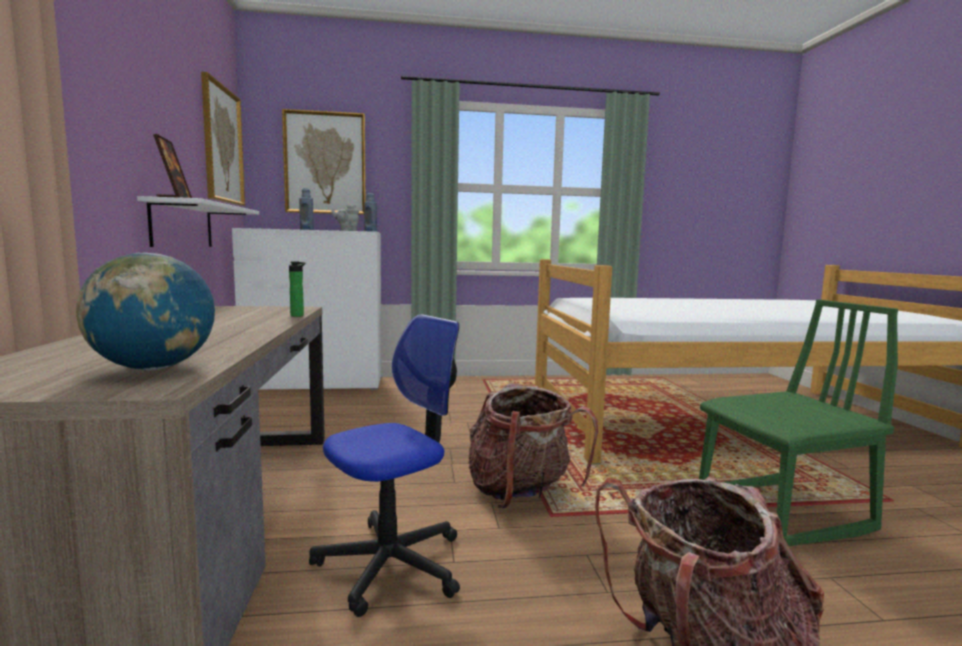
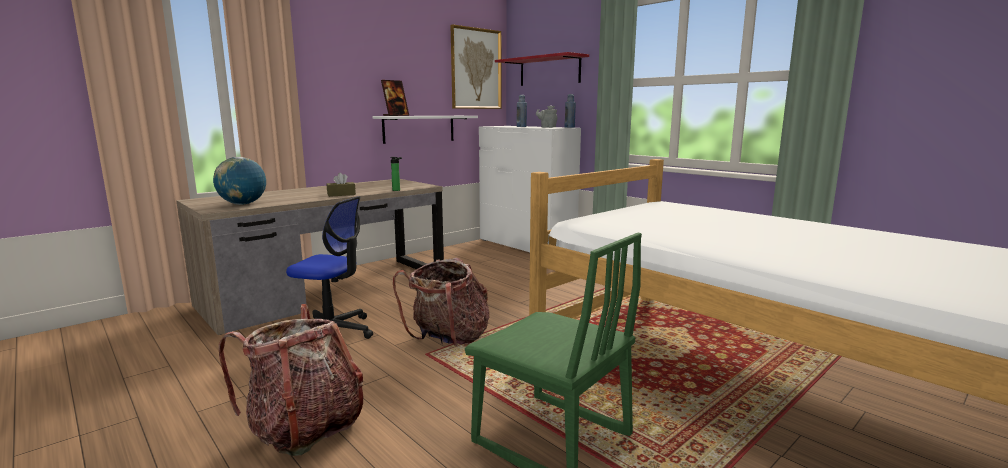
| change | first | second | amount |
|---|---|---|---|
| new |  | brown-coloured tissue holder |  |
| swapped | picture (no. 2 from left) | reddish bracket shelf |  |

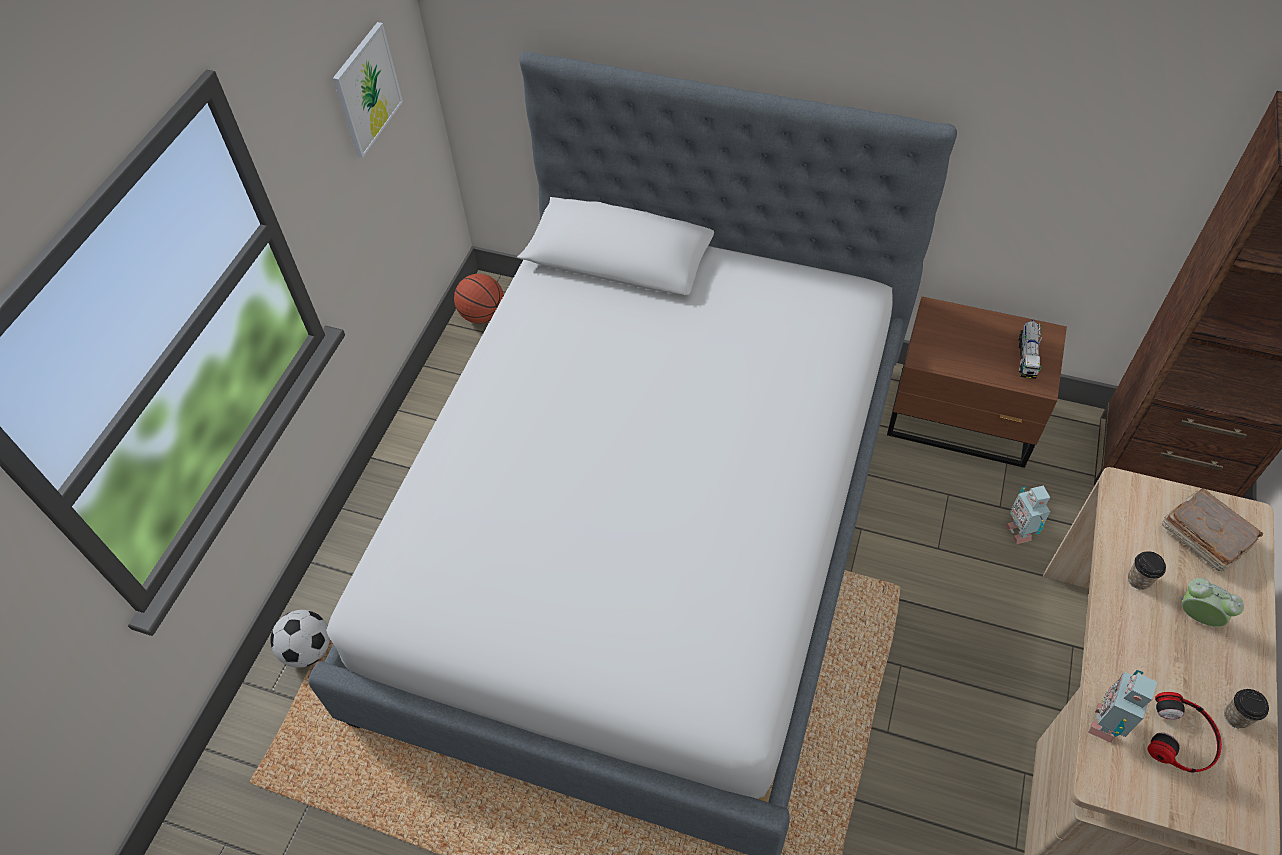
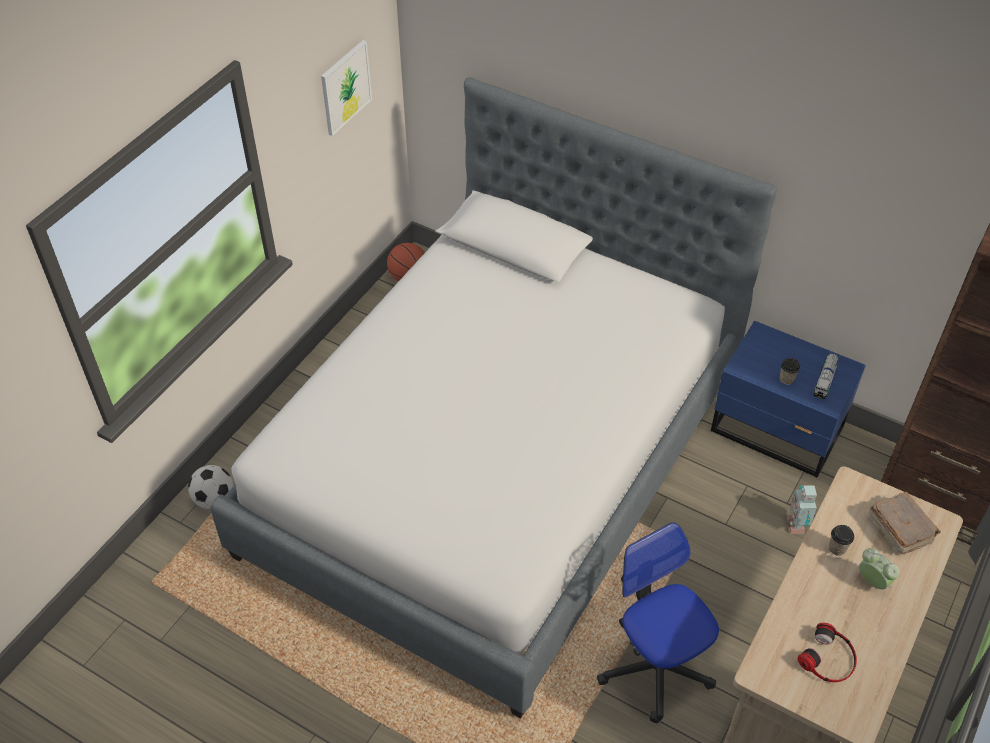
| change | first | second | amount |
|---|---|---|---|
| gone | model robot (no. 2 from left) |  |  |
| new |  | desk chair |  |
| shifted | drinking cup (no. 2 from left in the first image) | drinking cup (no. 1 from left) |  |
| repainted | brown-coloured night table | blue-coloured night table |  |

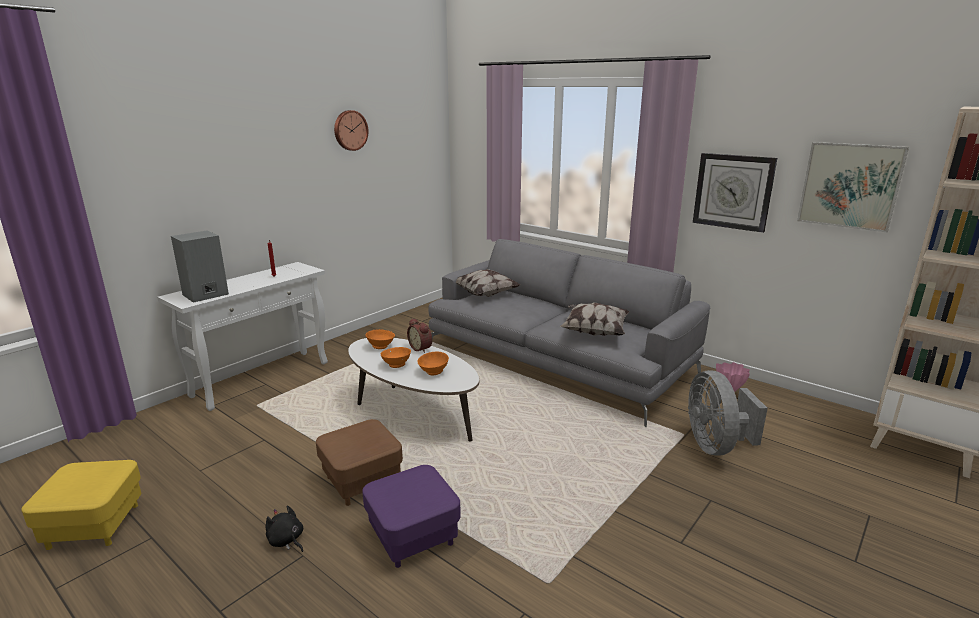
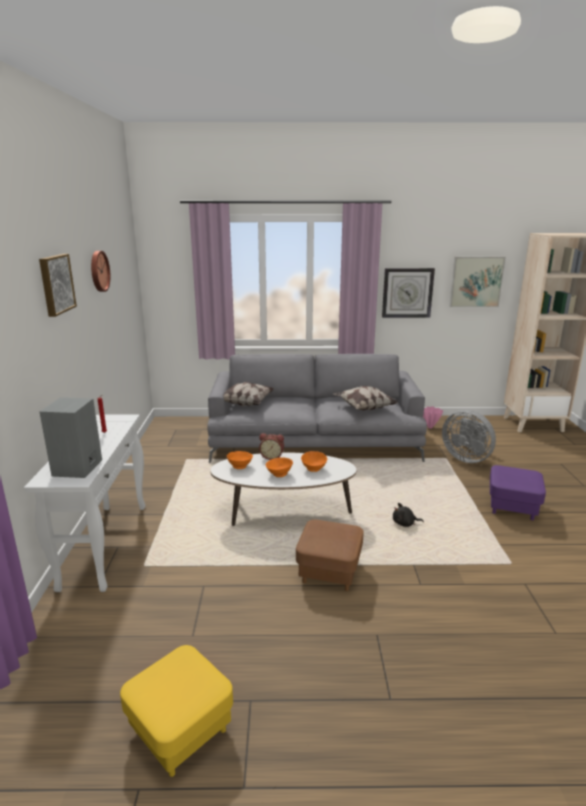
| change | first | second | amount |
|---|---|---|---|
| new |  | picture (no. 1 from left) |  |
| shifted | black cuddly toy |  |  |
| shifted | purplish pouffe |  |  |

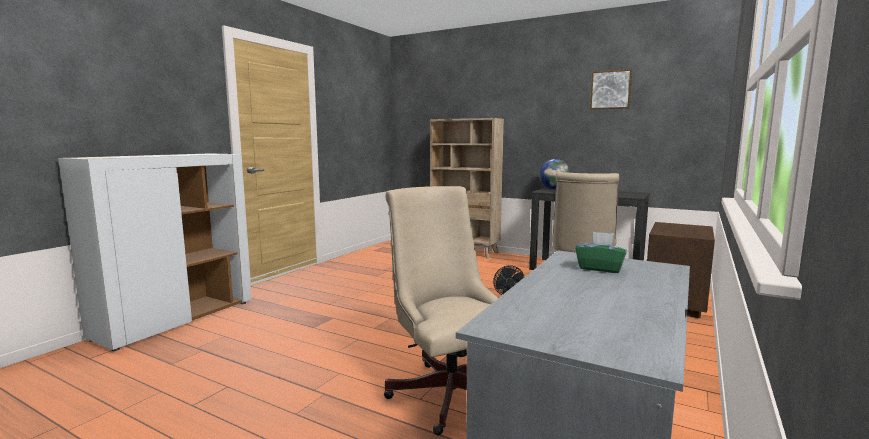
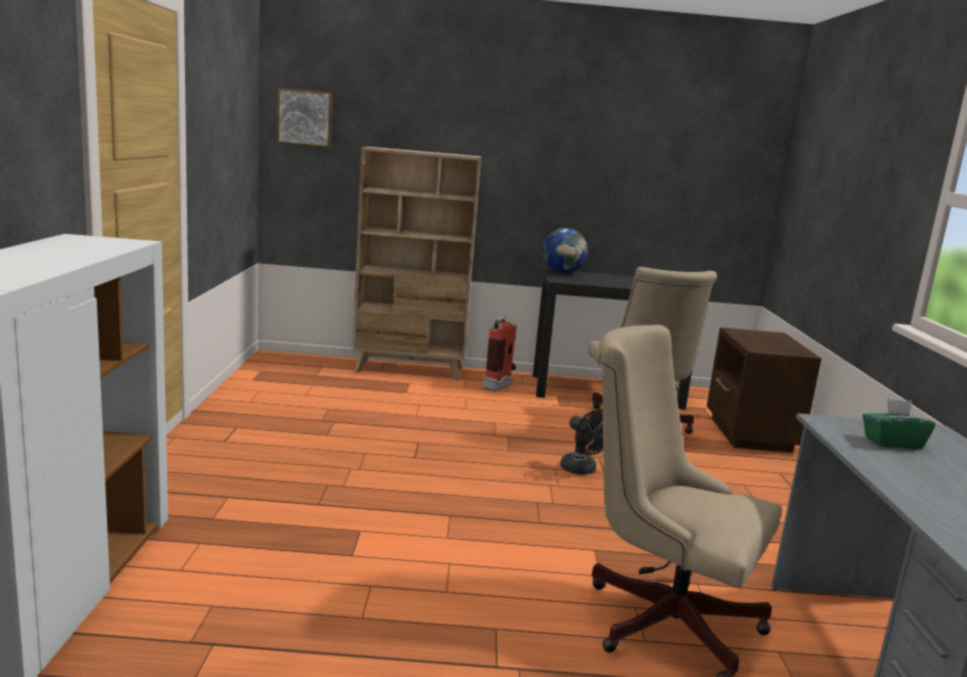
| change | first | second | amount |
|---|---|---|---|
| new |  | fire-fighting cylinder |  |
| shifted | picture |  |  |

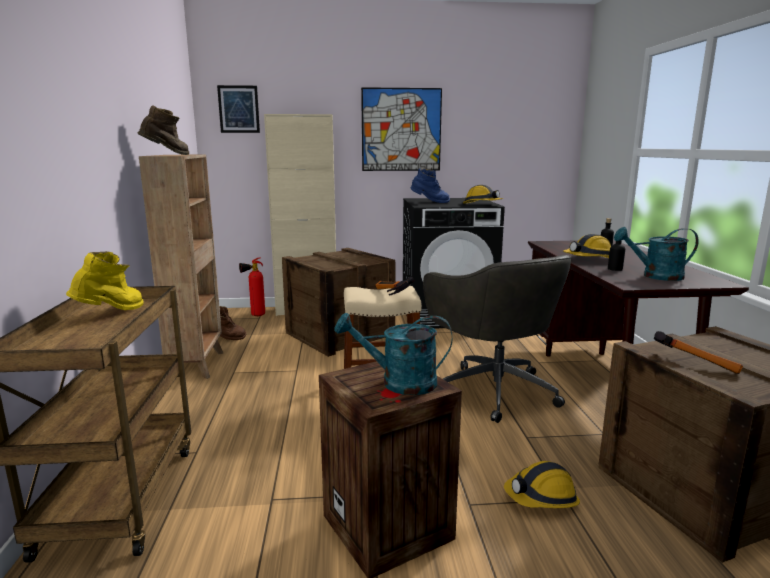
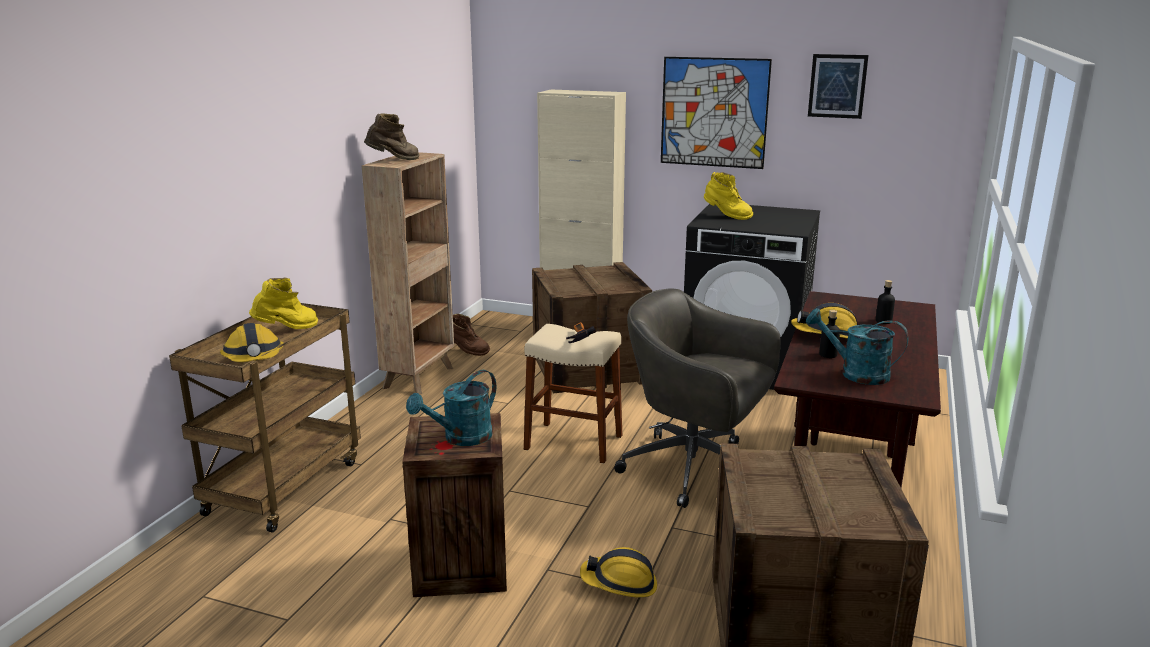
| change | first | second | amount |
|---|---|---|---|
| gone | fire-fighting cylinder |  |  |
| gone | tool hammer (no. 2 from left) |  |  |
| shifted | picture (no. 1 from left in the first image) | picture (no. 2 from left) |  |
| shifted | safety helmet (no. 1 from left) |  |  |
| repainted | blue-coloured boot | yellowish boot (no. 2 from left) |  |
| rotated | turquoise-coloured watering can (no. 1 from left) |  | 75 degrees counterclockwise |
| rotated | gray desk chair |  | 120 degrees clockwise |

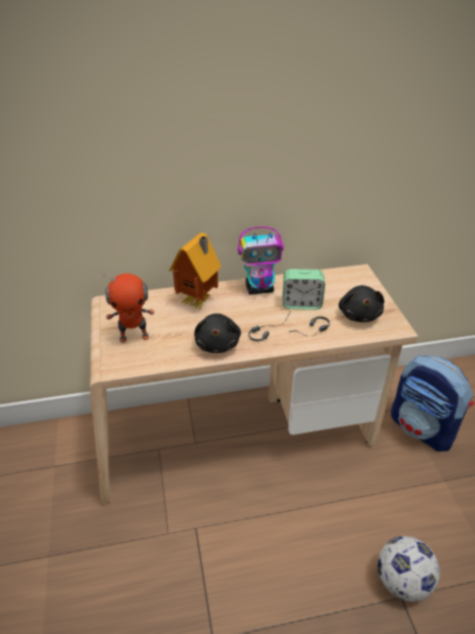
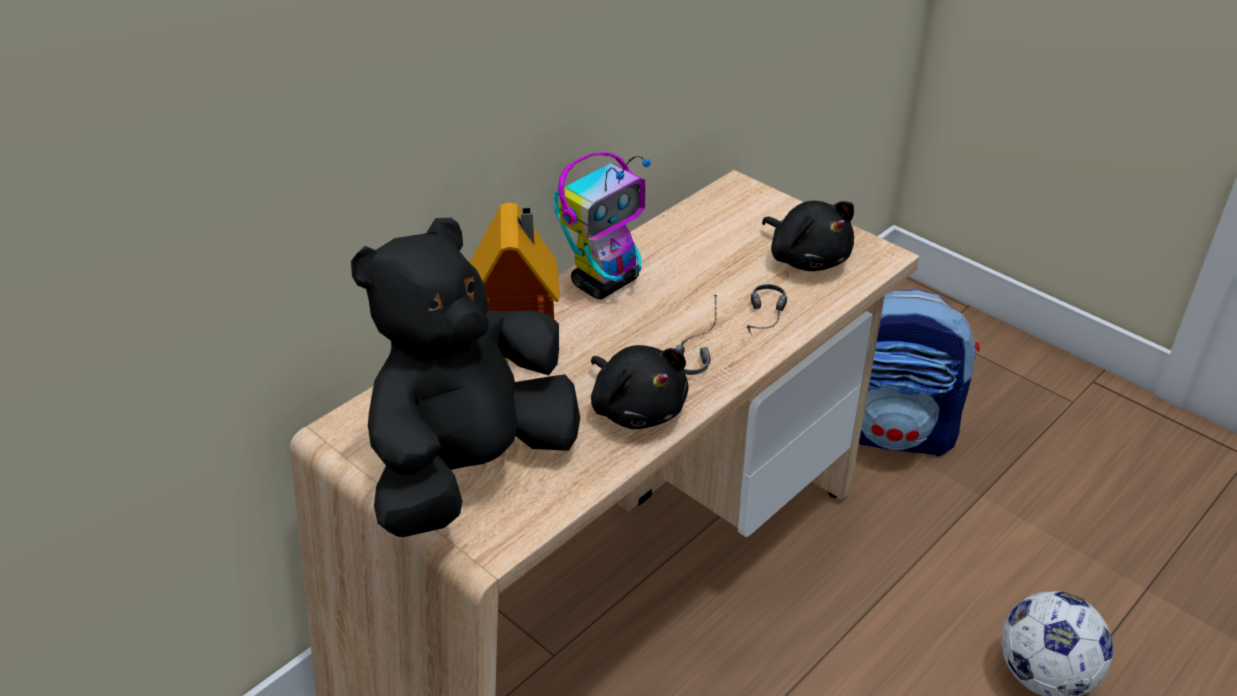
| change | first | second | amount |
|---|---|---|---|
| gone | alarm clock |  |  |
| swapped | model robot (no. 1 from left) | black cuddly toy (no. 1 from left) |  |

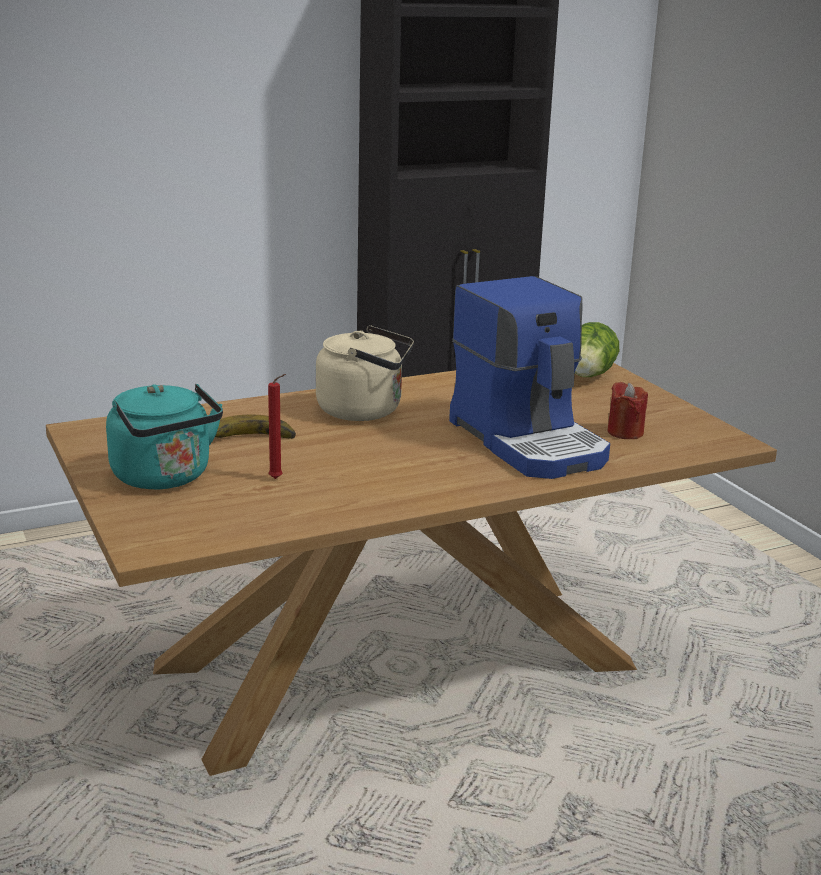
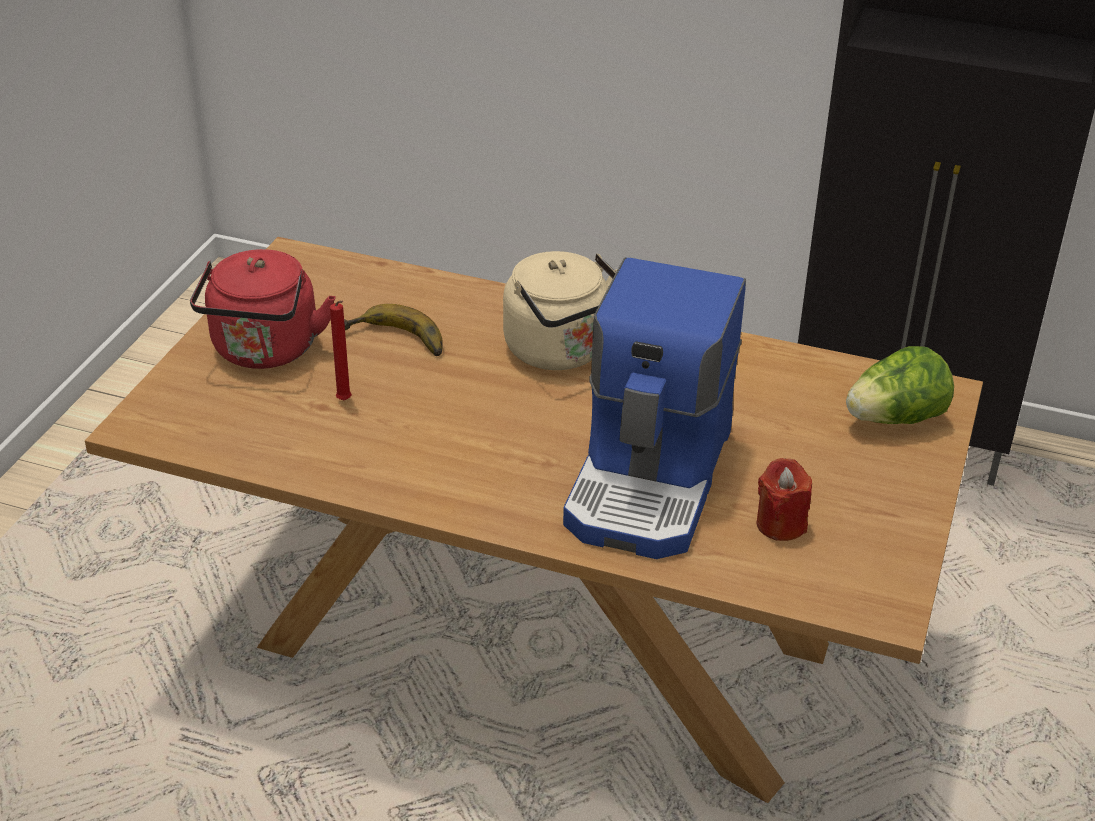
| change | first | second | amount |
|---|---|---|---|
| repainted | turquoise-coloured kettle | reddish kettle |  |

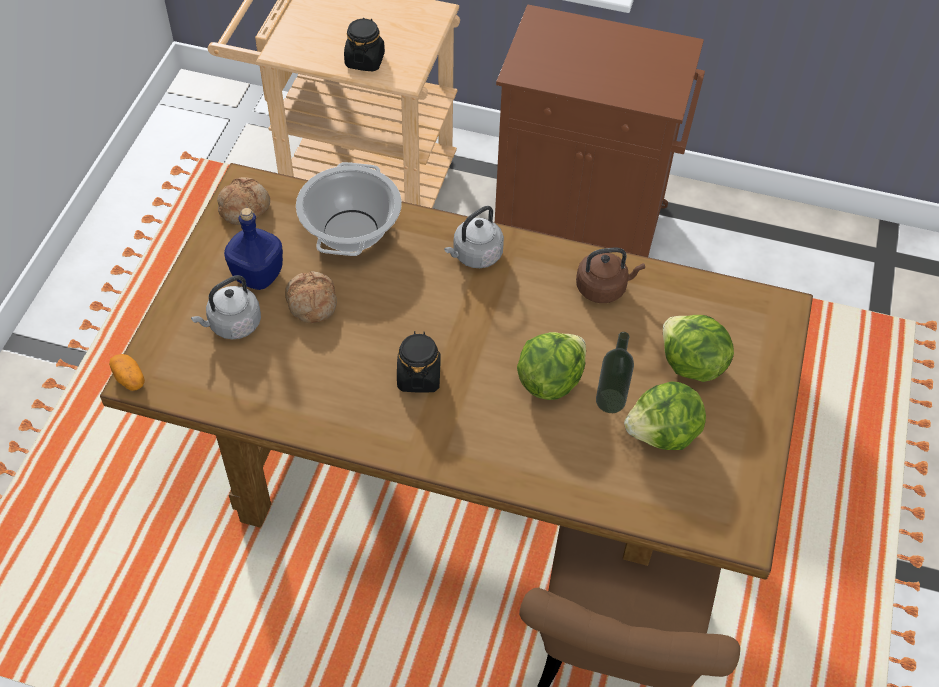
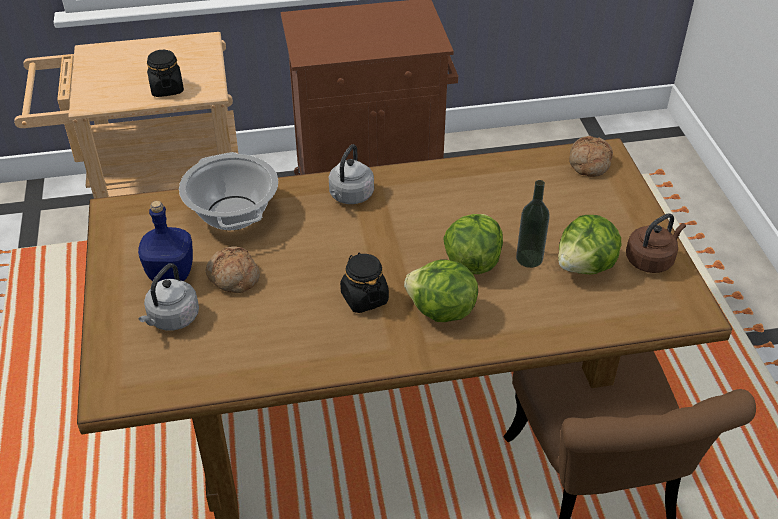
| change | first | second | amount |
|---|---|---|---|
| gone | whole potato |  |  |
| shifted | bread (no. 1 from left in the first image) | bread (no. 2 from left) |  |
| shifted | brown-coloured kettle |  |  |
| shifted | lettuce head (no. 3 from left in the first image) | lettuce head (no. 1 from left) |  |

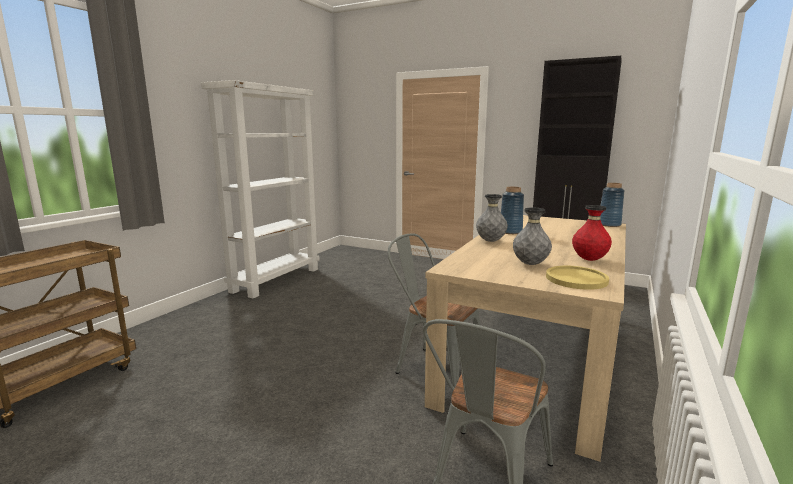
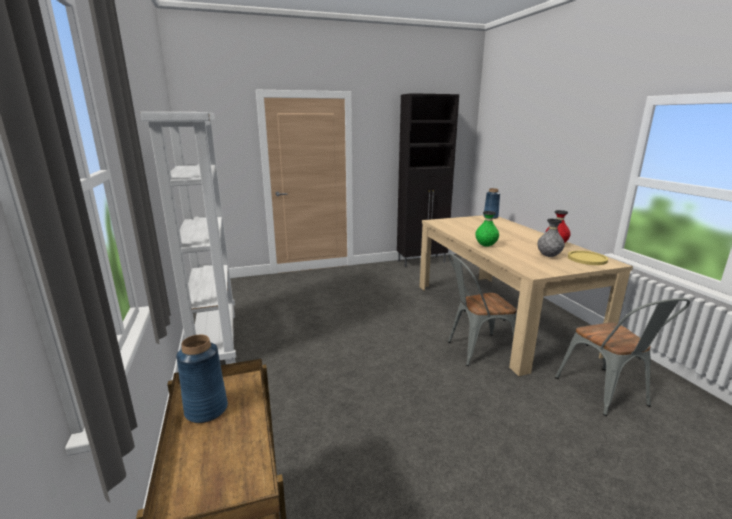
| change | first | second | amount |
|---|---|---|---|
| shifted | blue-coloured vase (no. 1 from left) |  |  |
| repainted | gray vase (no. 1 from left) | green-coloured vase |  |

